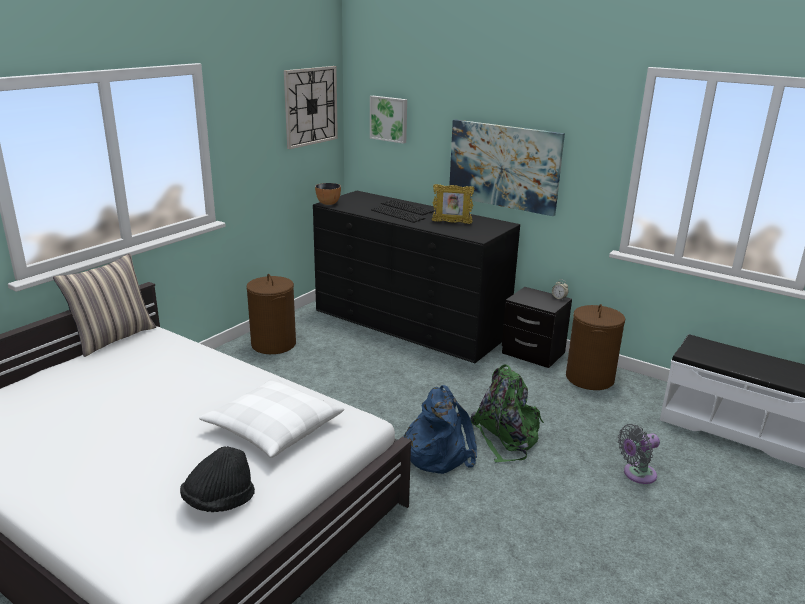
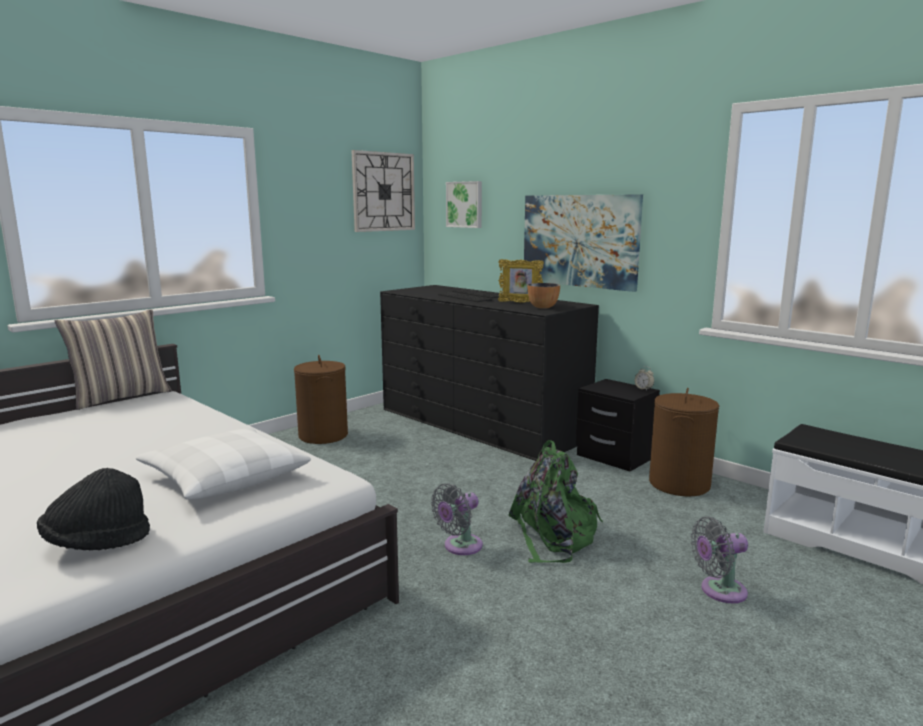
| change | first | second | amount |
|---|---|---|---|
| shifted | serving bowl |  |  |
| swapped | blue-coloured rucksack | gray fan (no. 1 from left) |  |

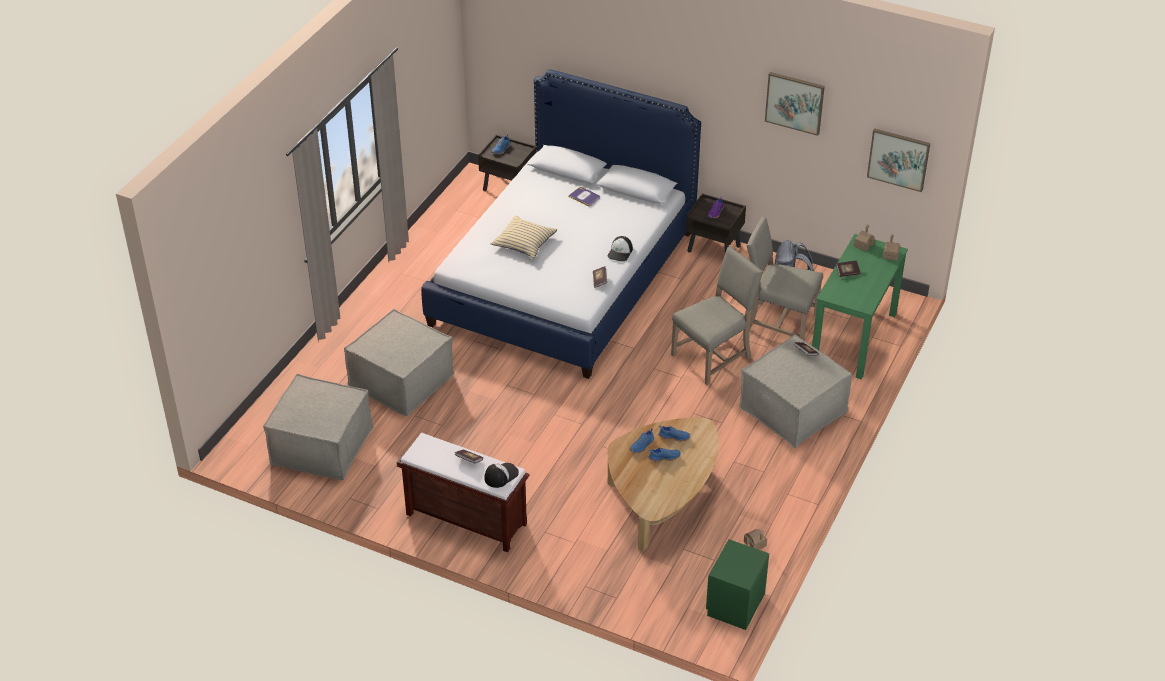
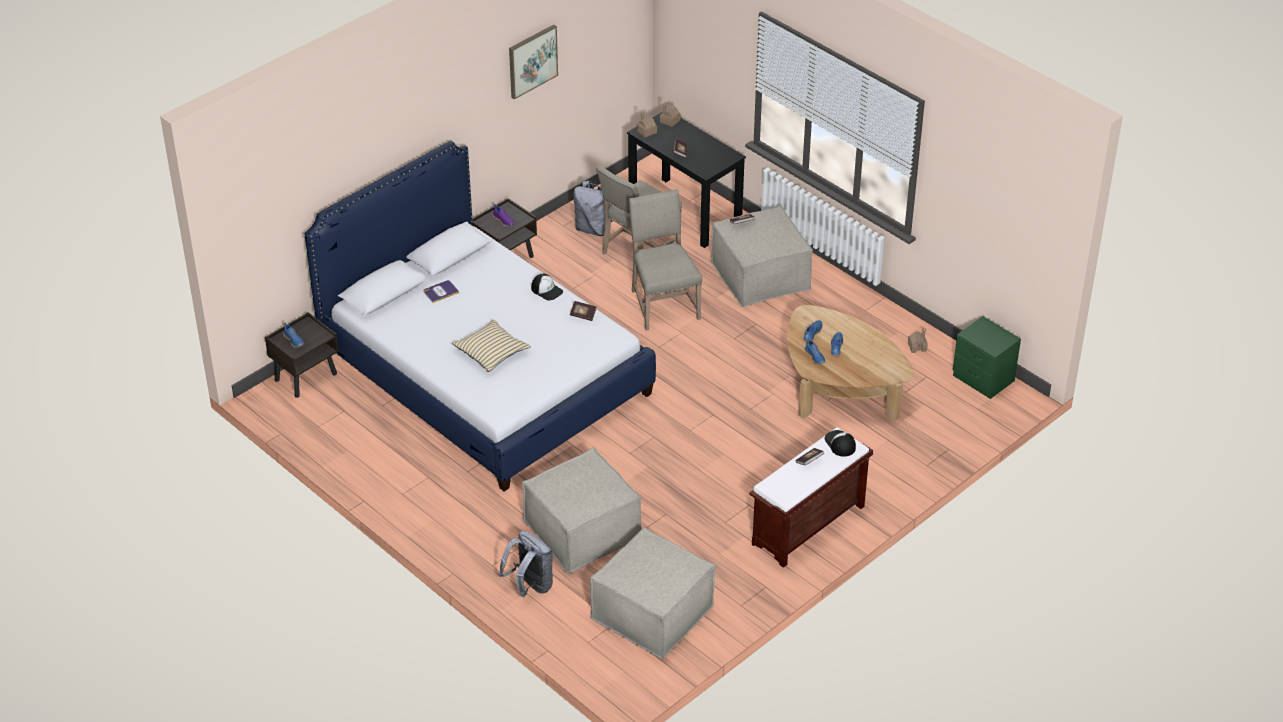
| change | first | second | amount |
|---|---|---|---|
| gone | picture (no. 2 from left) |  |  |
| new |  | gray rucksack (no. 1 from left) |  |
| repainted | green-coloured desk | black desk |  |

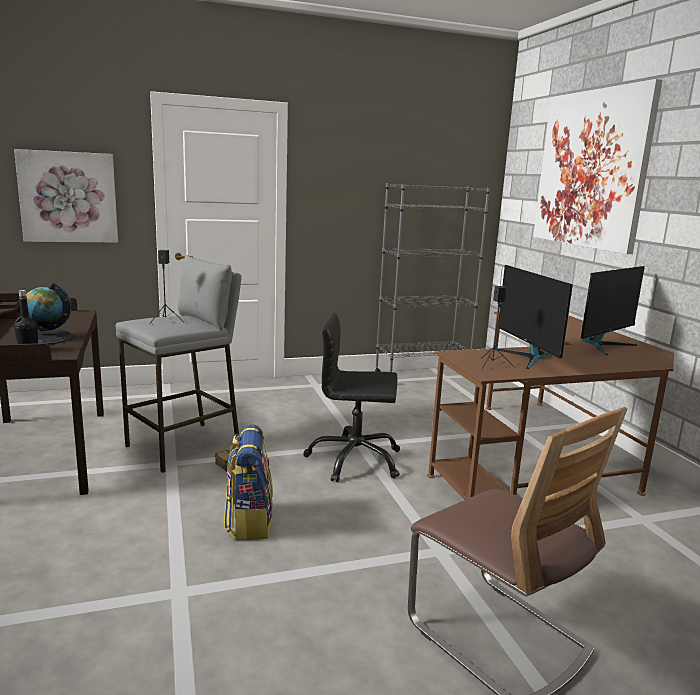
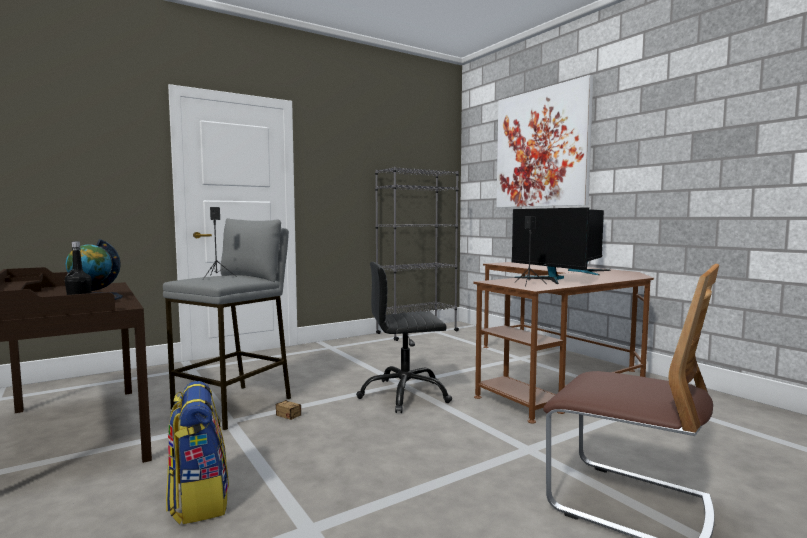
| change | first | second | amount |
|---|---|---|---|
| gone | picture (no. 1 from left) |  |  |
| shifted | rucksack |  |  |

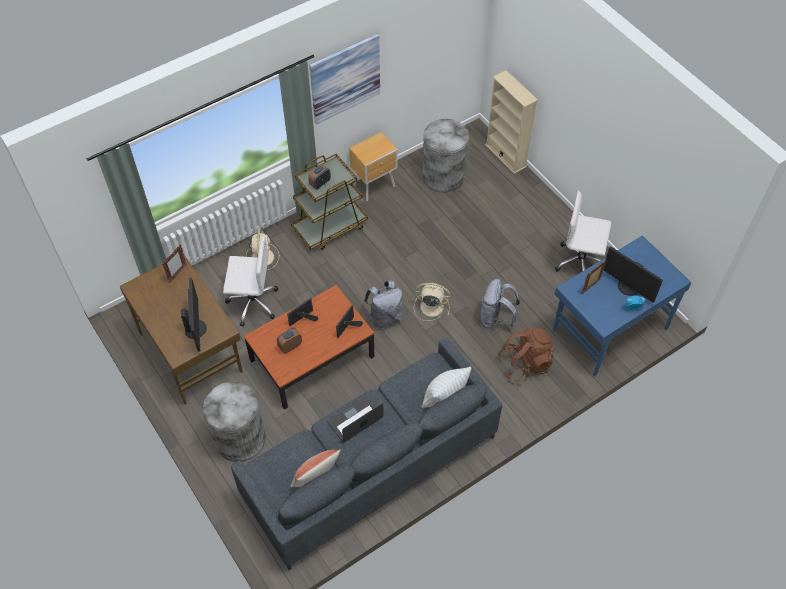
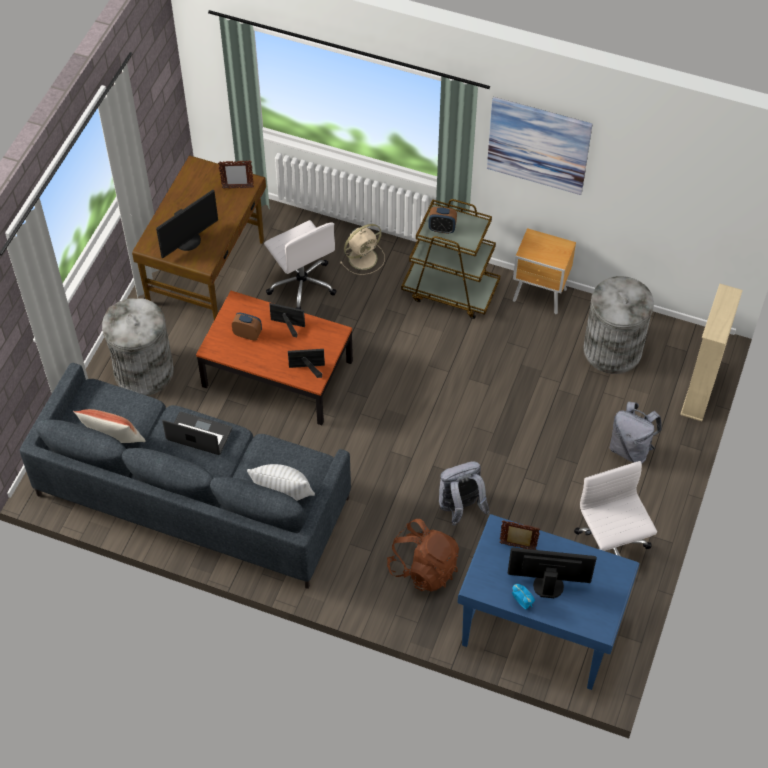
| change | first | second | amount |
|---|---|---|---|
| gone | beige fan (no. 2 from left) |  |  |
| shifted | gray rucksack (no. 1 from left in the first image) | gray rucksack (no. 2 from left) |  |
| rotated | computer screen (no. 2 from left) |  | 90 degrees clockwise |

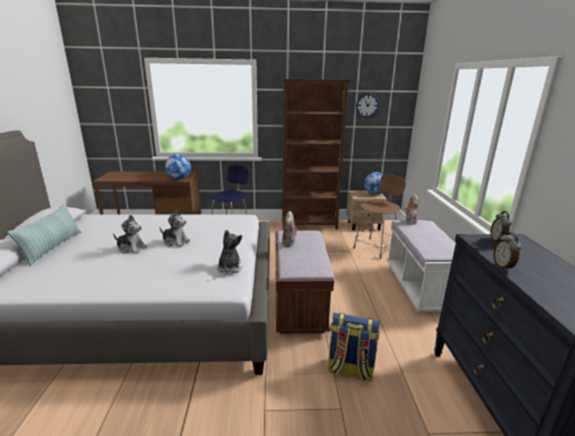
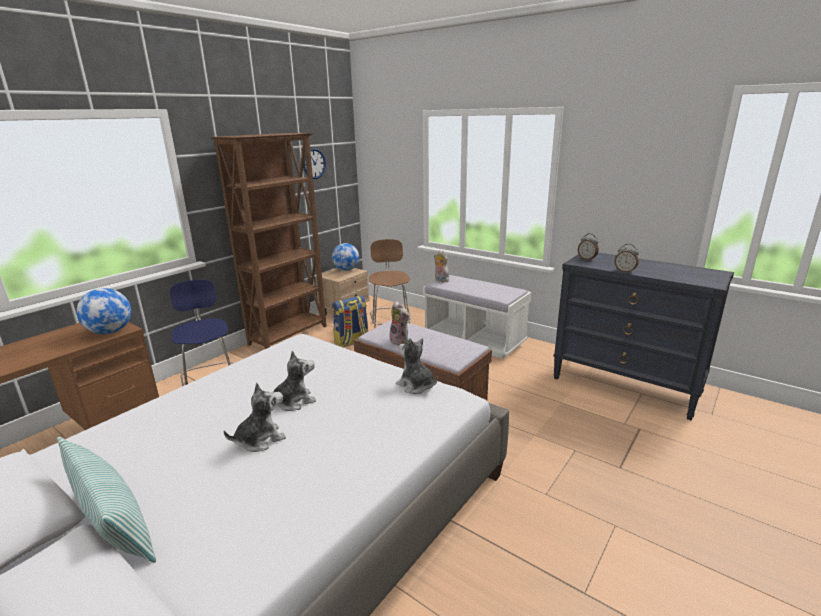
| change | first | second | amount |
|---|---|---|---|
| shifted | rucksack |  |  |

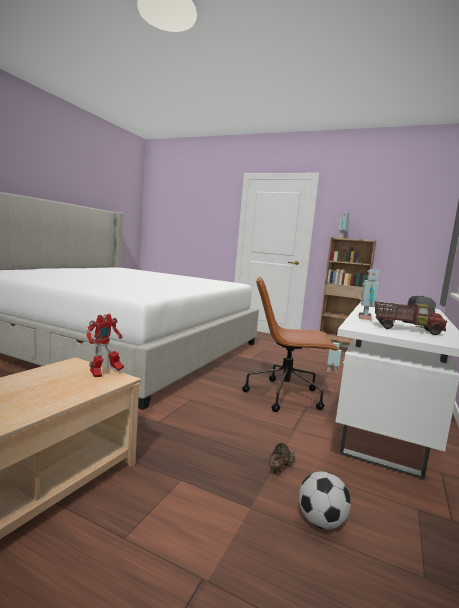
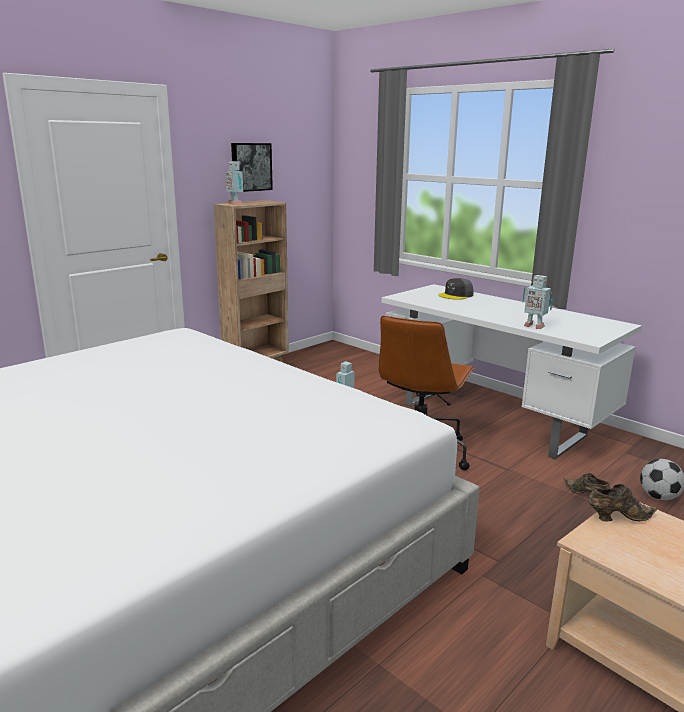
| change | first | second | amount |
|---|---|---|---|
| gone | toy truck |  |  |
| new |  | picture |  |
| swapped | model robot (no. 1 from left) | brown-coloured low shoe (no. 2 from left) |  |

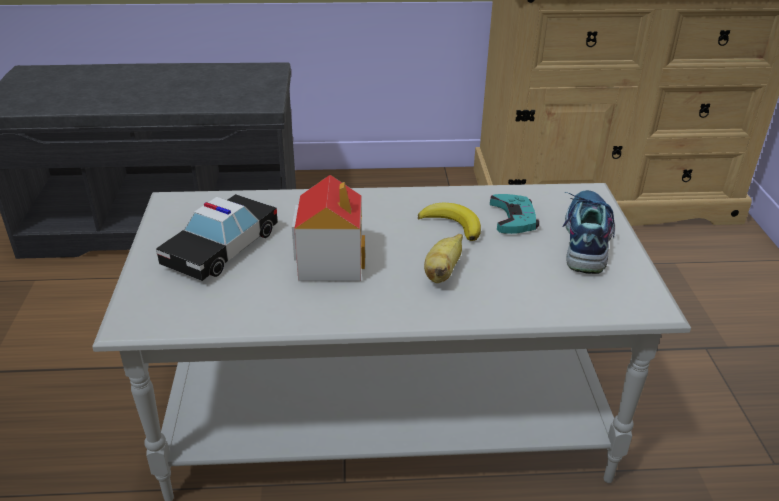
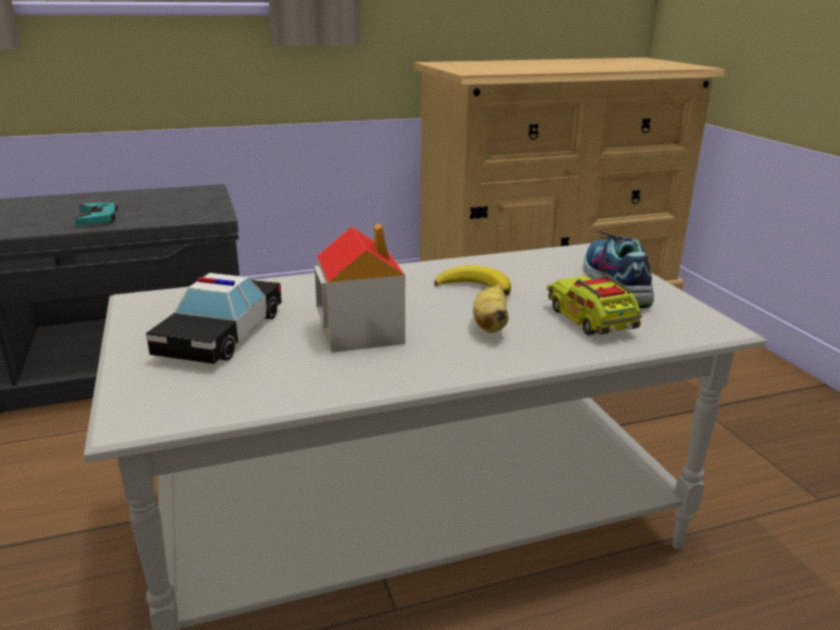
| change | first | second | amount |
|---|---|---|---|
| new |  | toy truck |  |
| shifted | turquoise-coloured game controller |  |  |

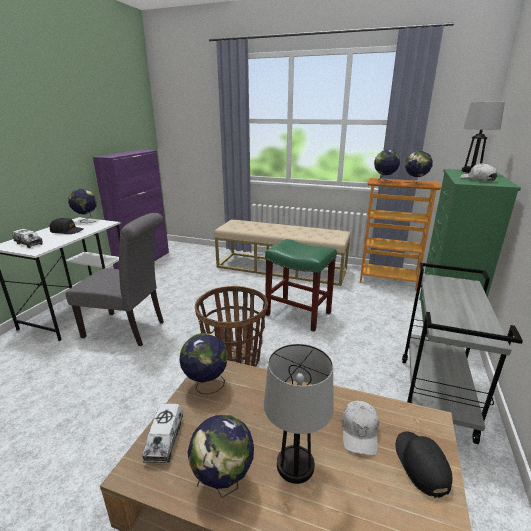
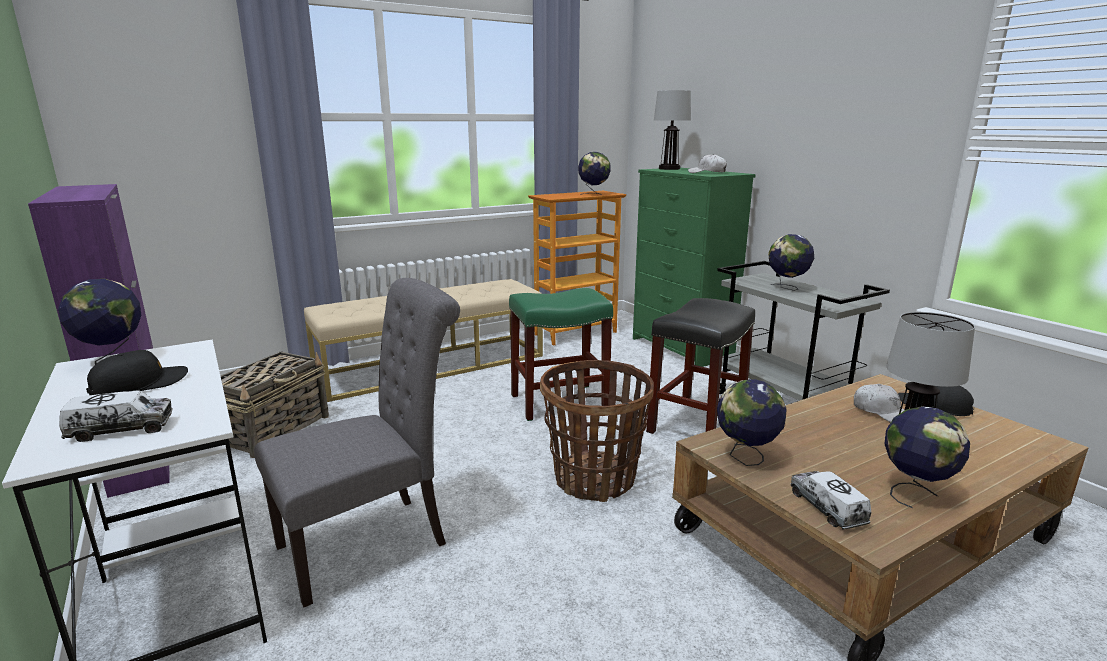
| change | first | second | amount |
|---|---|---|---|
| new |  | household basket (no. 1 from left) |  |
| new |  | black stool |  |
| shifted | globe (no. 4 from left) |  |  |
| rotated | toy truck (no. 2 from left) |  | 150 degrees counterclockwise |

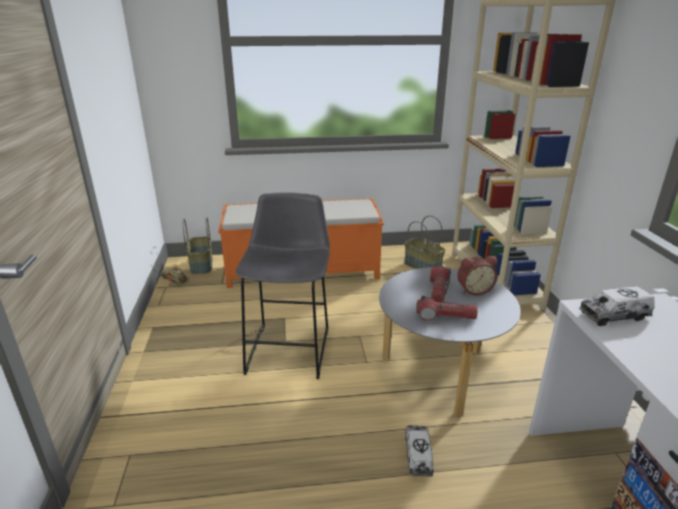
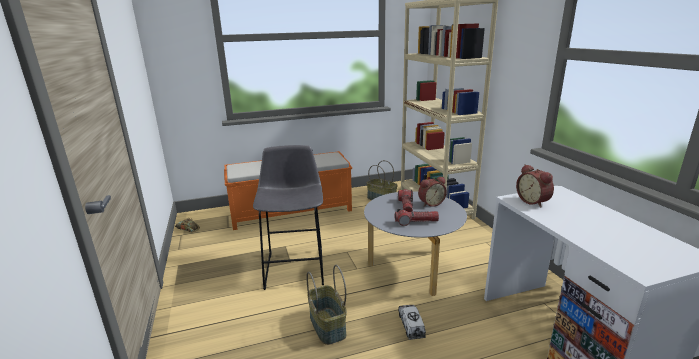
| change | first | second | amount |
|---|---|---|---|
| shifted | household basket (no. 1 from left) |  |  |
| swapped | toy truck (no. 2 from left) | alarm clock (no. 2 from left) |  |

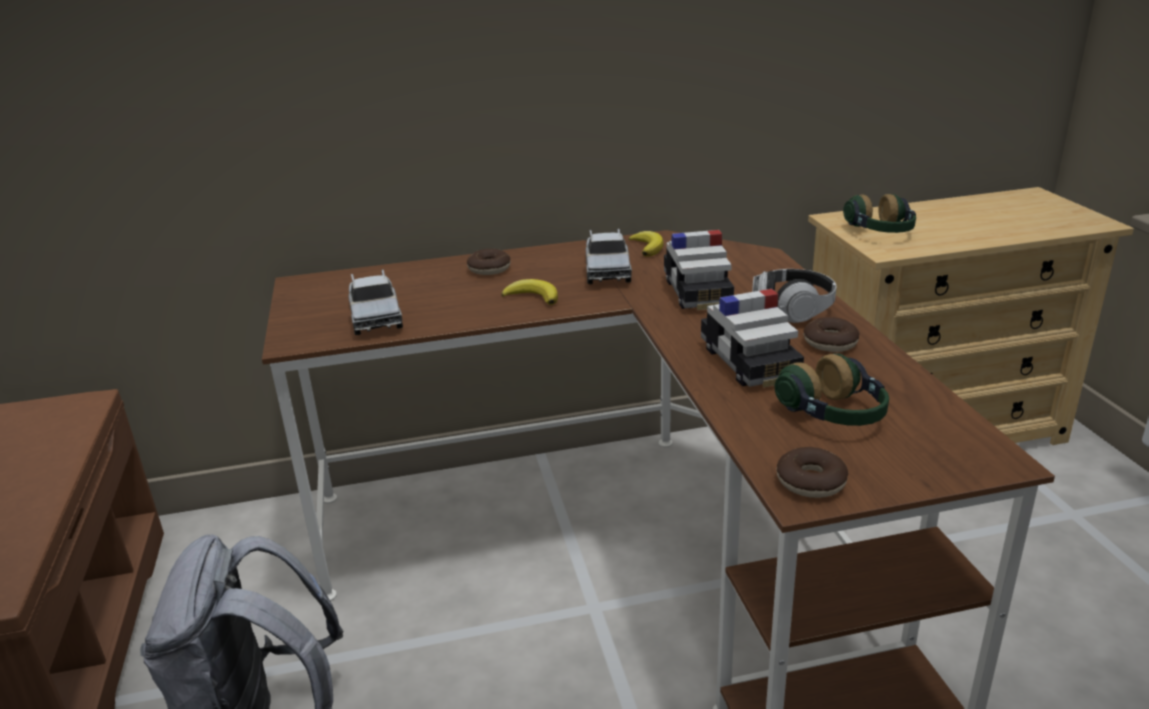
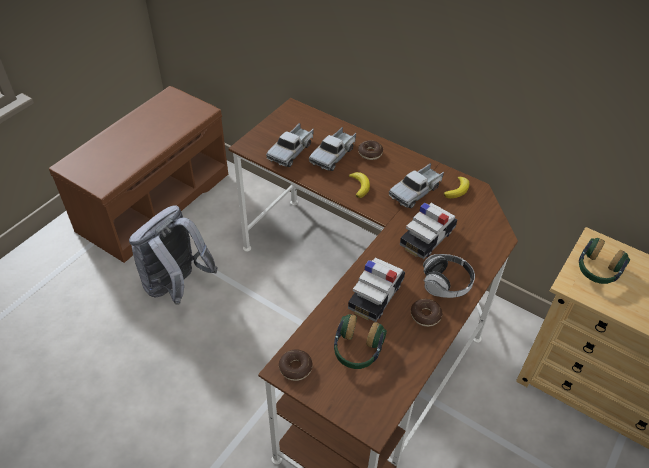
| change | first | second | amount |
|---|---|---|---|
| new |  | toy truck (no. 2 from left) |  |

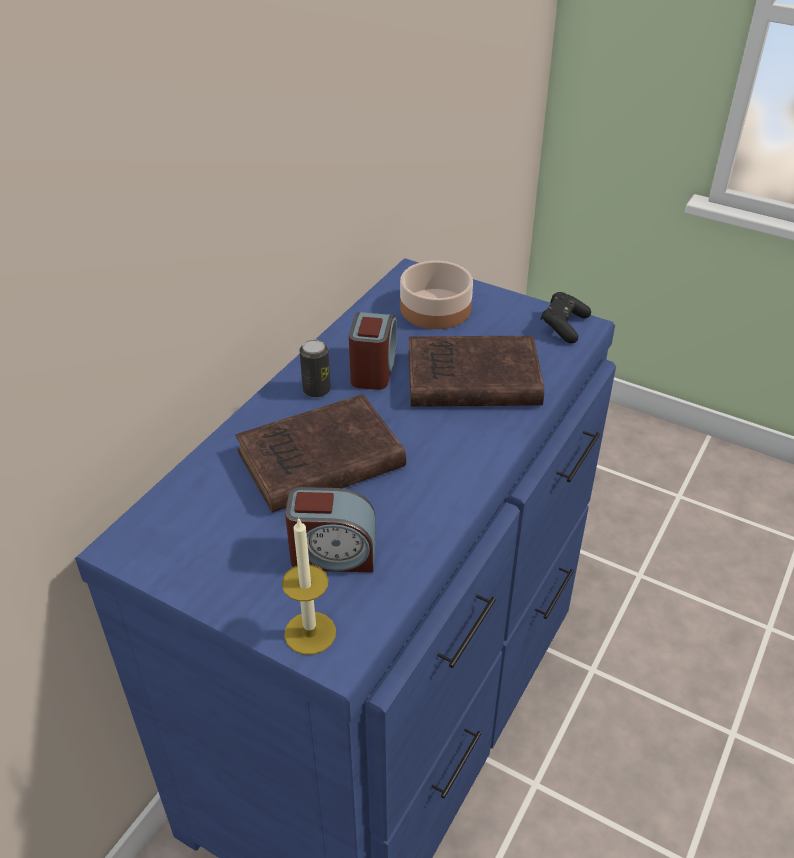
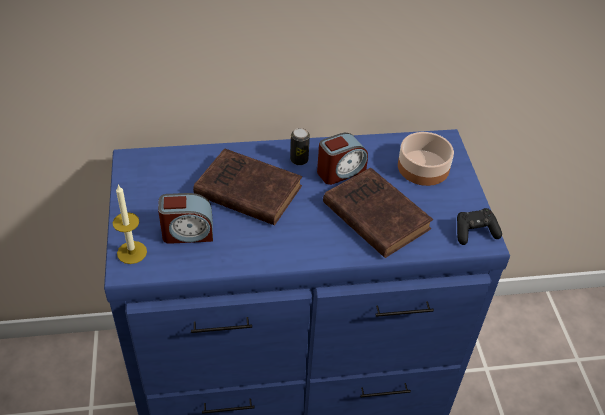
| change | first | second | amount |
|---|---|---|---|
| rotated | alarm clock (no. 1 from left) |  | 60 degrees counterclockwise |

